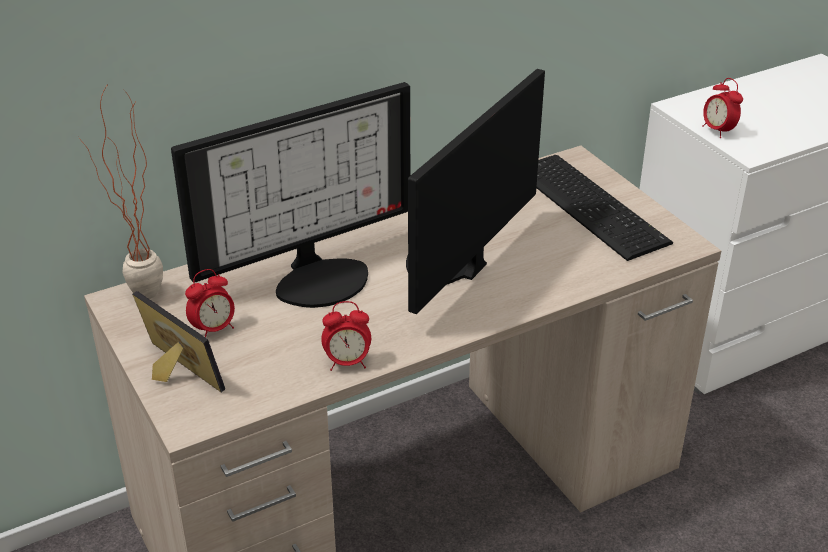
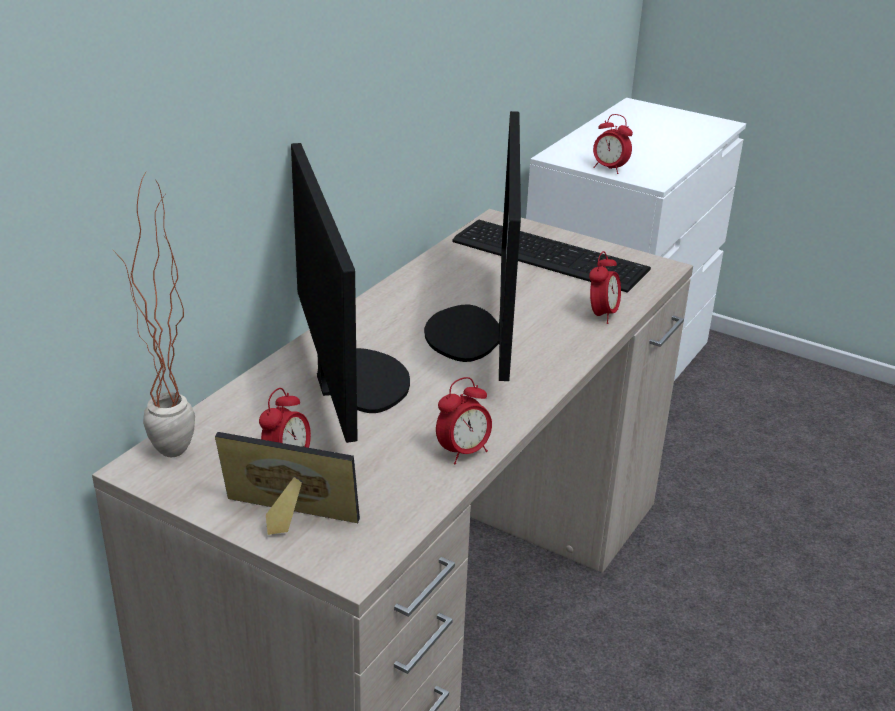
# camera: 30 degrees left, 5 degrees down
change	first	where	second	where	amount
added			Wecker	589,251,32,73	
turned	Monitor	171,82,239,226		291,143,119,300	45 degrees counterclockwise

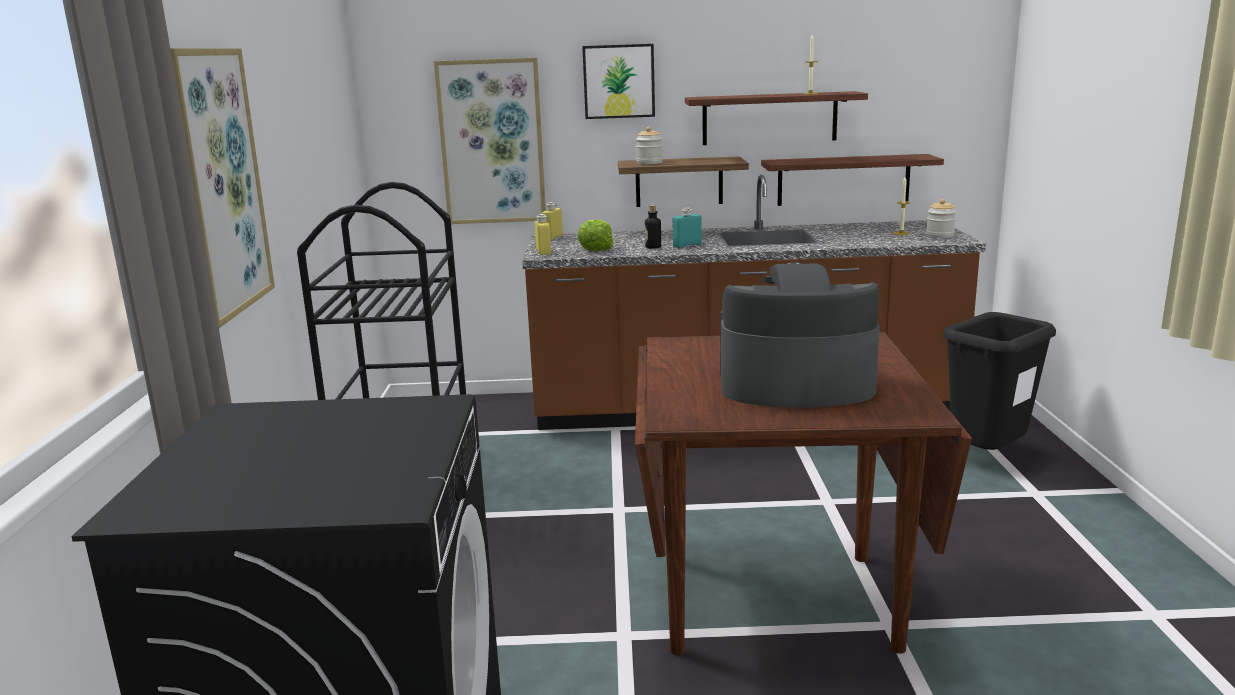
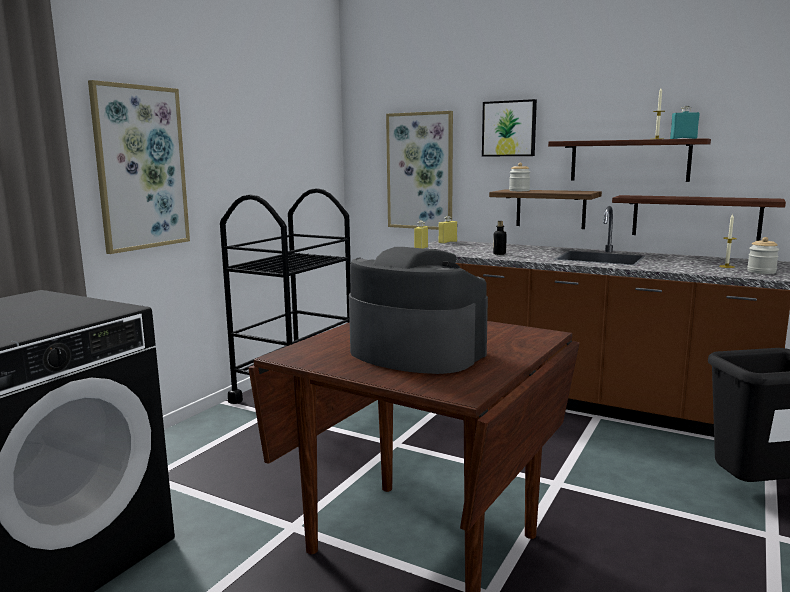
# camera: 30 degrees right, 5 degrees down
change	first	where	second	where	amount
removed	Salatkopf	578,219,36,32			
moved	Flasche (türkis)	673,208,29,40		670,106,29,33	

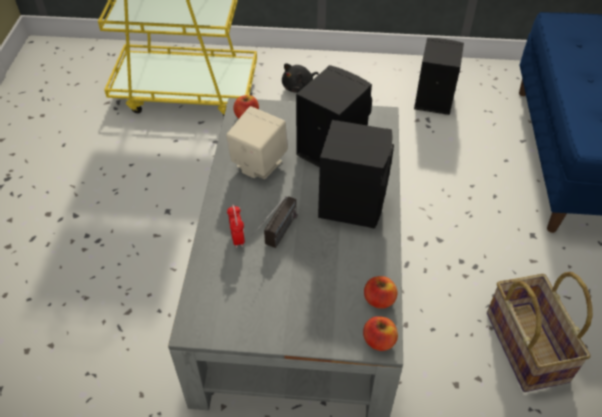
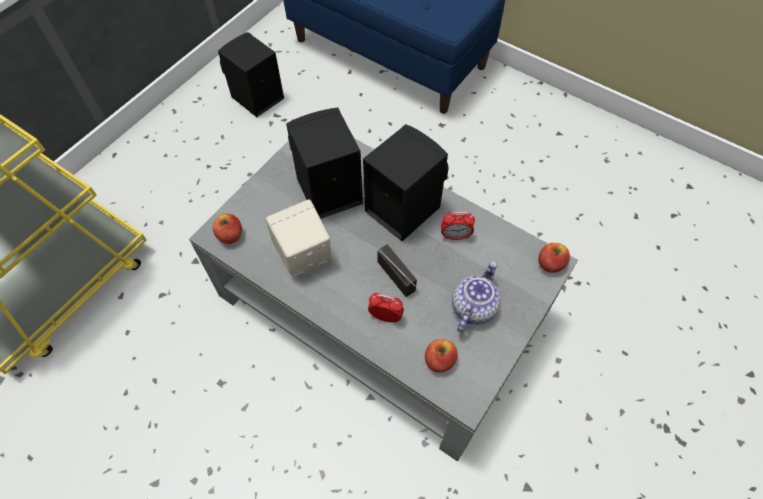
# camera: 60 degrees left, 10 degrees up
change	first	where	second	where	amount
removed	Plüschtier (schwarz)	282,63,37,30			
removed	Korb	487,272,106,120			
added			Wecker	441,212,34,28	
added			Teekanne	452,261,49,72	
moved	Apfel	364,276,34,33		425,339,33,34	

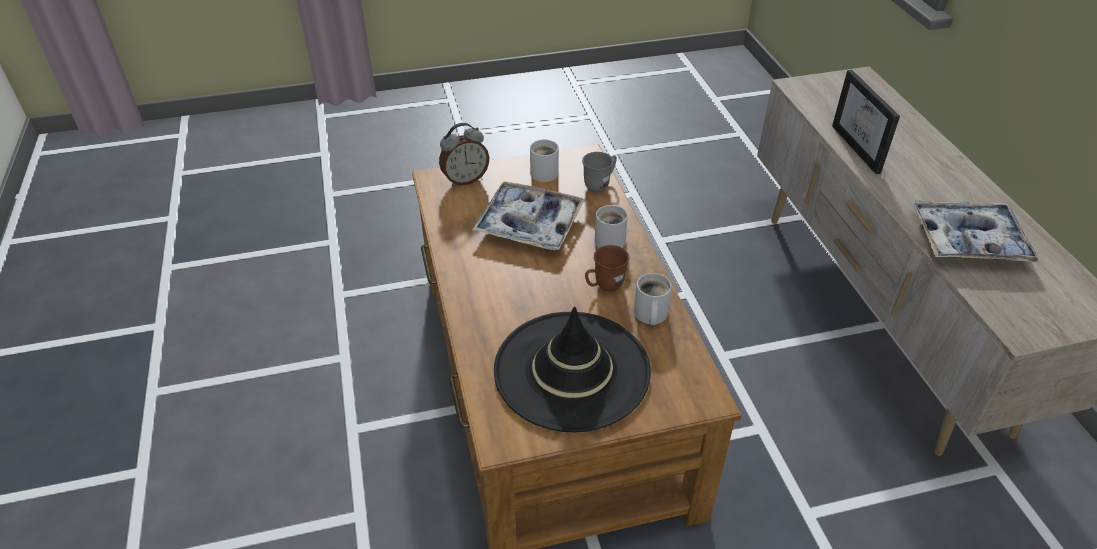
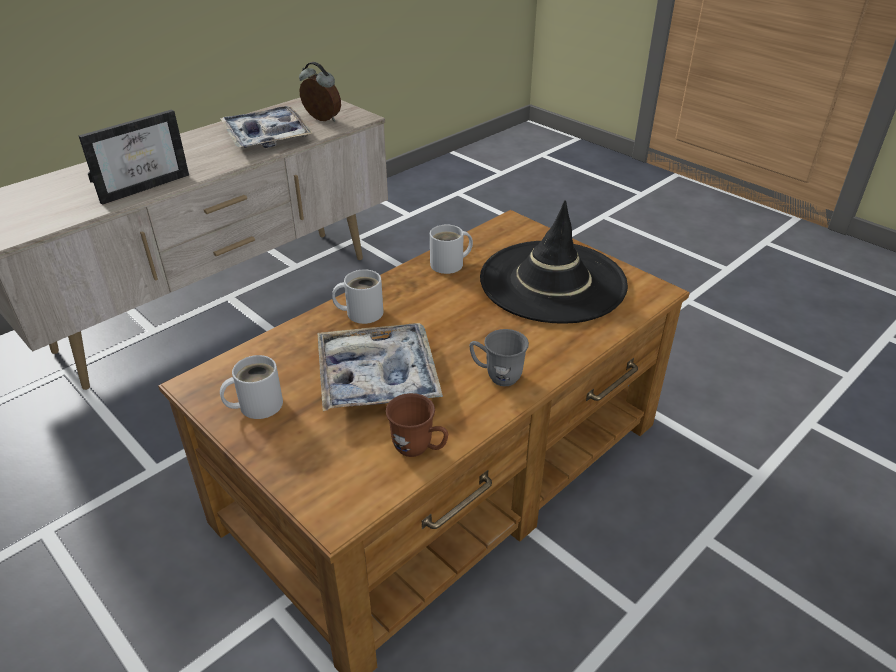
# camera: 120 degrees left, 5 degrees down
change	first	where	second	where	amount
moved	Wecker	439,123,50,63		299,62,42,60	
moved	Henkelbecher (grau)	582,152,35,41		469,329,60,57	
moved	Henkelbecher (braun)	585,245,44,46		386,393,62,64	

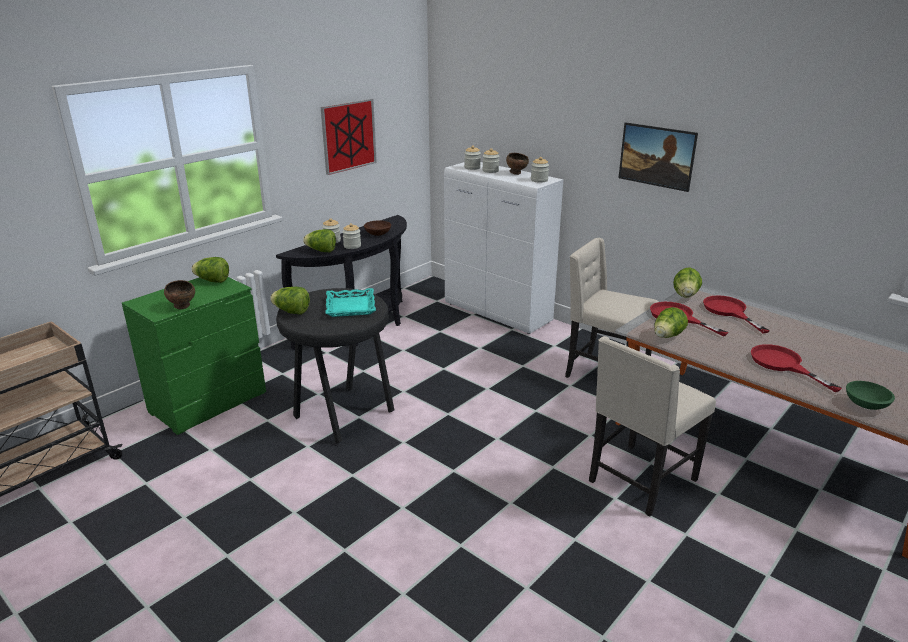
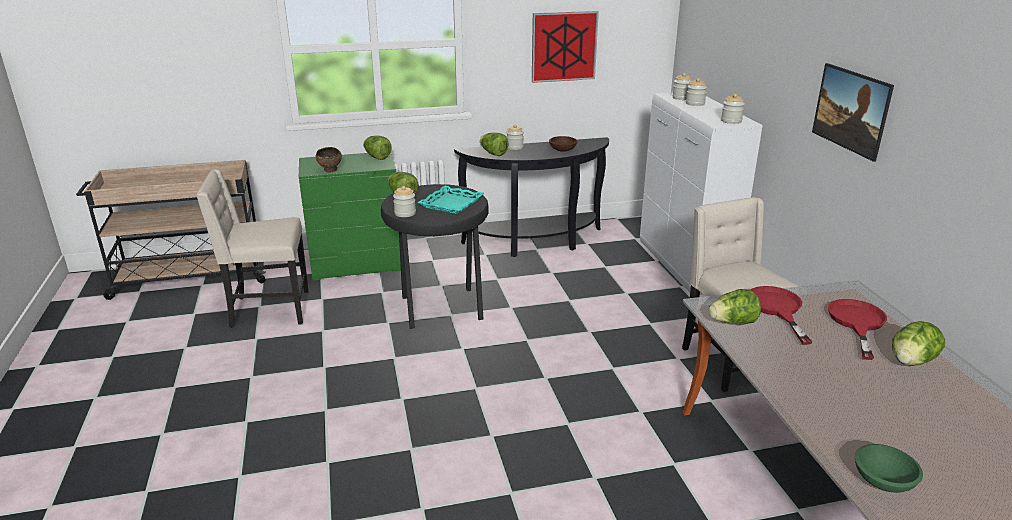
# camera: 35 degrees right, 0 degrees up
change	first	where	second	where	amount
removed	Schüssel (braun)	506,153,23,22			
removed	Pfanne (rot)	751,344,91,48			
moved	Vorratsglas	342,223,19,26		393,186,23,31	
moved	Stuhl (beige)	589,336,127,180		196,169,113,159	
moved	Salatkopf	673,267,29,31		892,321,53,45	

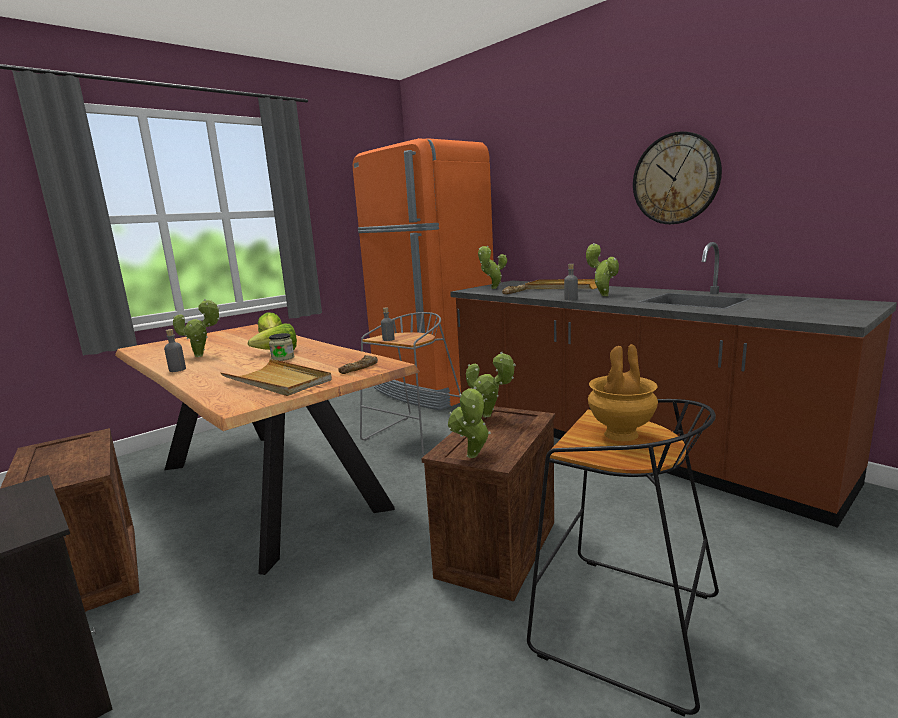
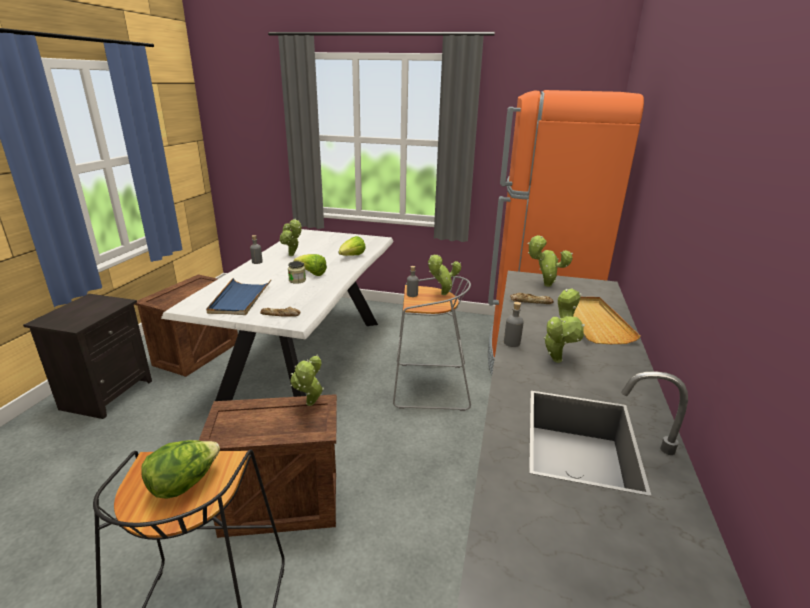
# camera: 55 degrees right, 10 degrees up
change	first	where	second	where	amount
removed	Wanduhr	633,131,89,93			
moved	Topfpflanze	448,387,43,71		428,255,33,40	
replaced	Vase (braun)	588,344,70,97	Salatkopf	141,440,79,59	
recoloured	Esstisch (braun)	115,324,305,251	Esstisch (weiß)	161,229,233,172	
recoloured	Tablett (beige)	220,359,112,37	Tablett (blau)	206,278,66,37	

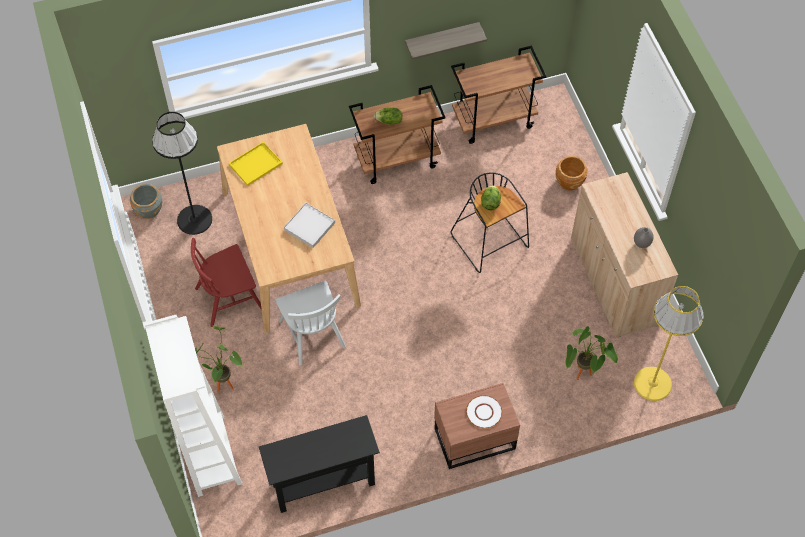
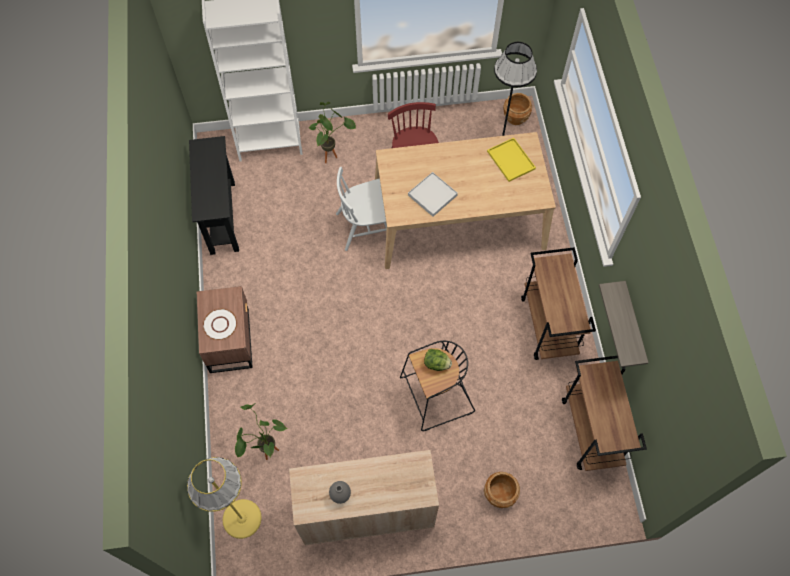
# camera: 100 degrees right, 5 degrees up
change	first	where	second	where	amount
removed	Salatkopf	374,108,29,17			
recoloured	Pflanzkübel (grau)	130,184,32,35	Pflanzkübel (braun)	503,93,29,32	

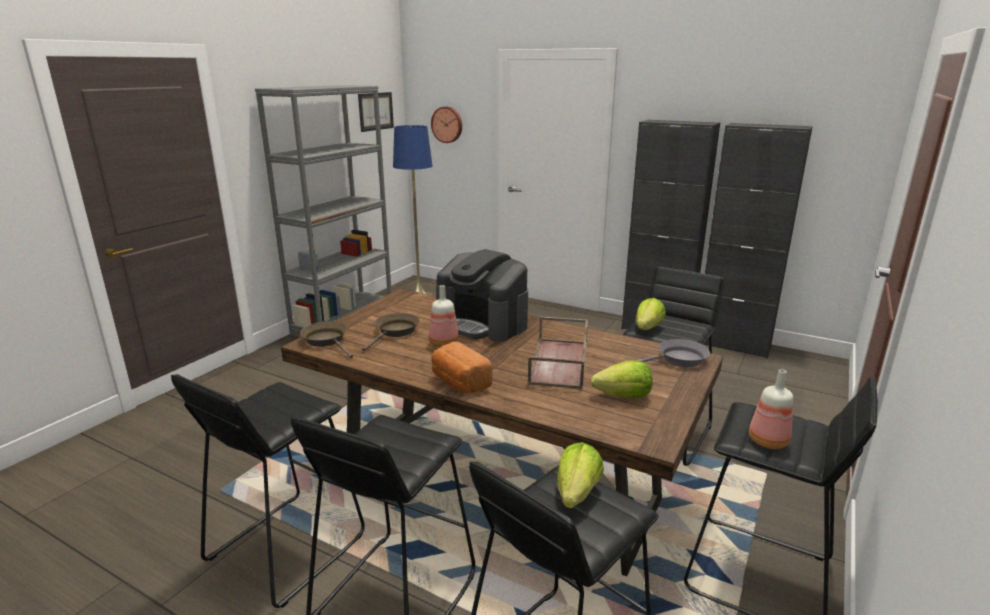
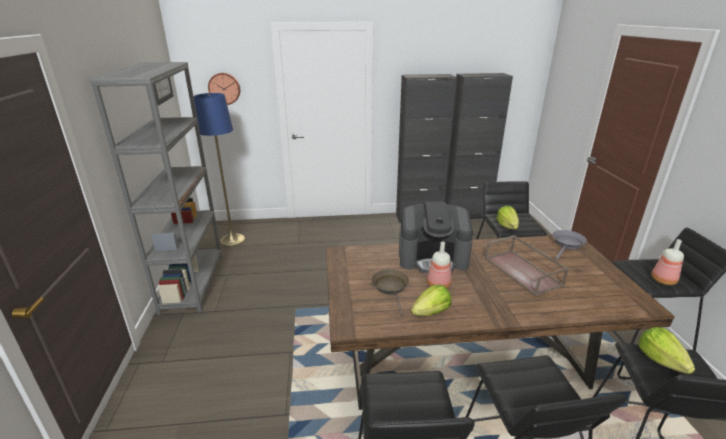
# camera: 35 degrees left, 5 degrees up
change	first	where	second	where	amount
removed	Pfanne (braun)	300,322,53,36			
removed	Brot	431,342,61,51			
moved	Salatkopf	591,361,62,37		411,285,40,31	

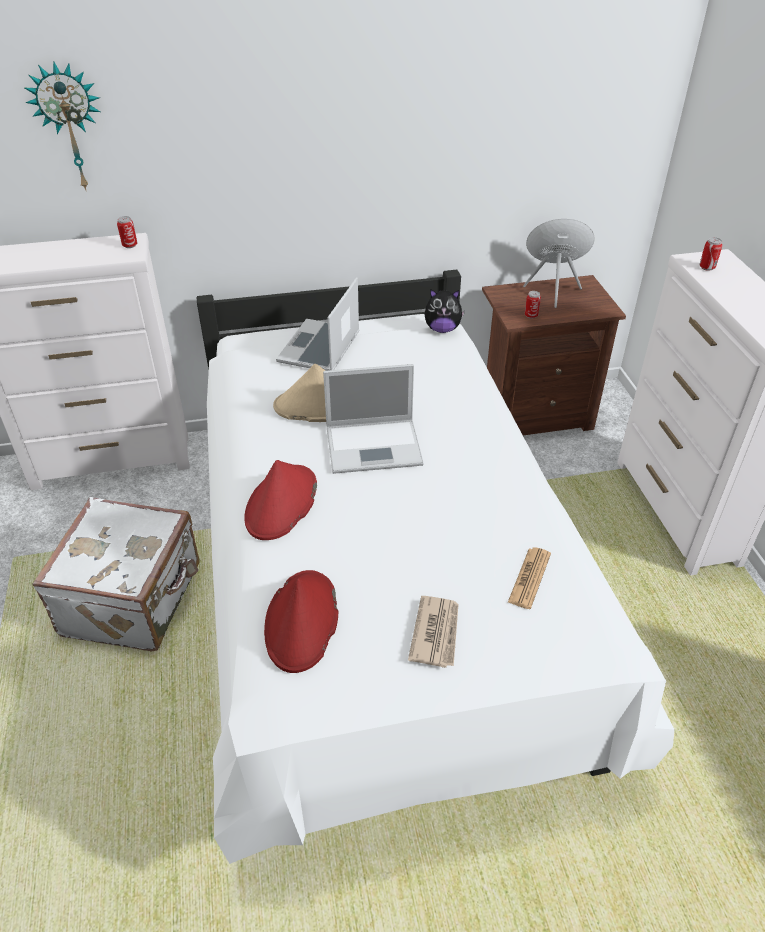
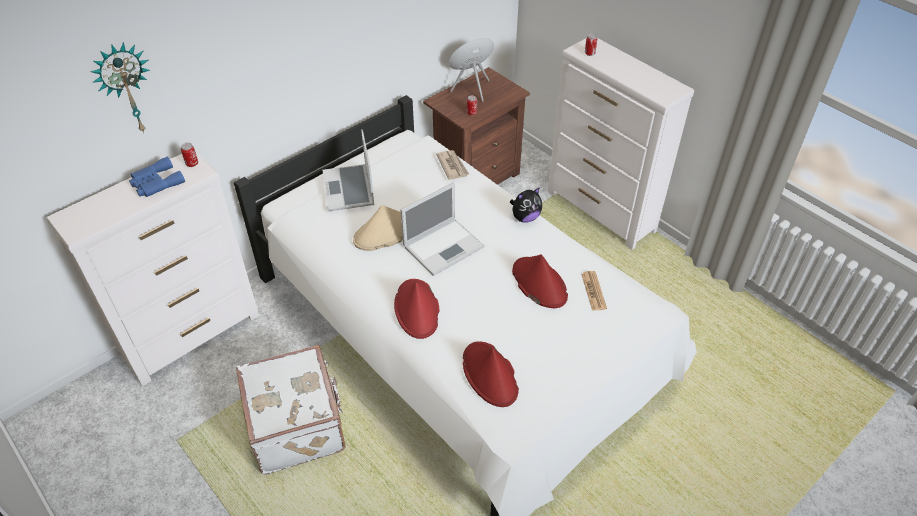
# camera: 30 degrees left, 5 degrees up
change	first	where	second	where	amount
added			Fernglas (blau)	129,157,56,40	
added			Hut (rot)	512,254,56,54	
moved	Zeitung	408,596,51,72		436,150,33,30	
moved	Plüschtier	424,290,41,43		510,187,32,36	

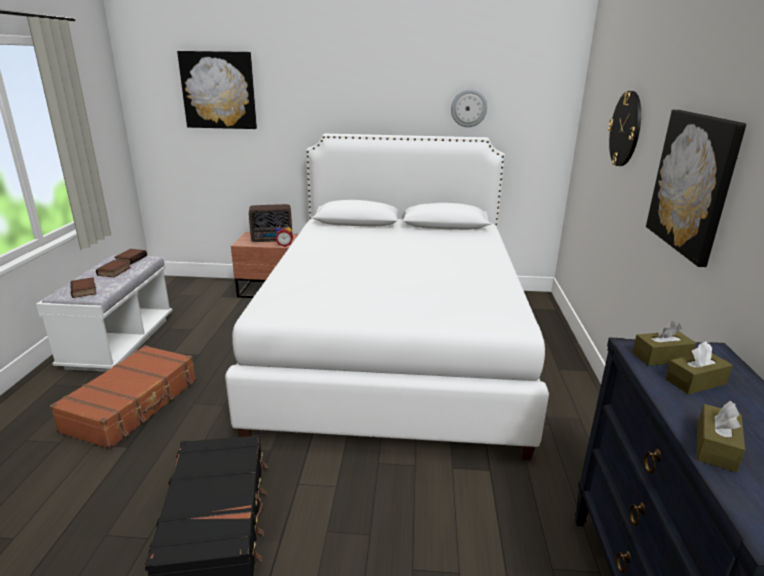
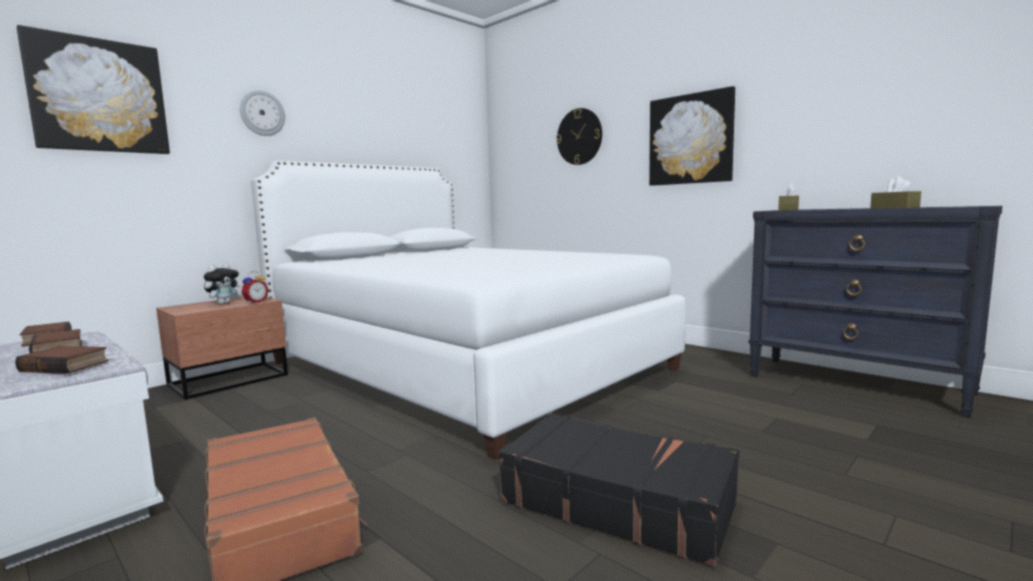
# camera: 50 degrees left, 15 degrees down
change	first	where	second	where	amount
removed	Taschentuchbox (braun)	665,341,68,53			
moved	Wanduhr	451,89,36,38		240,90,45,46	
replaced	Radio	249,204,43,38	Plüschtier	204,264,37,40	

